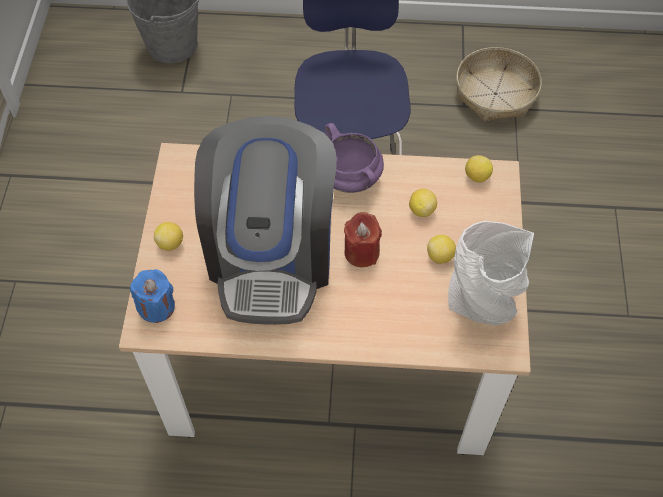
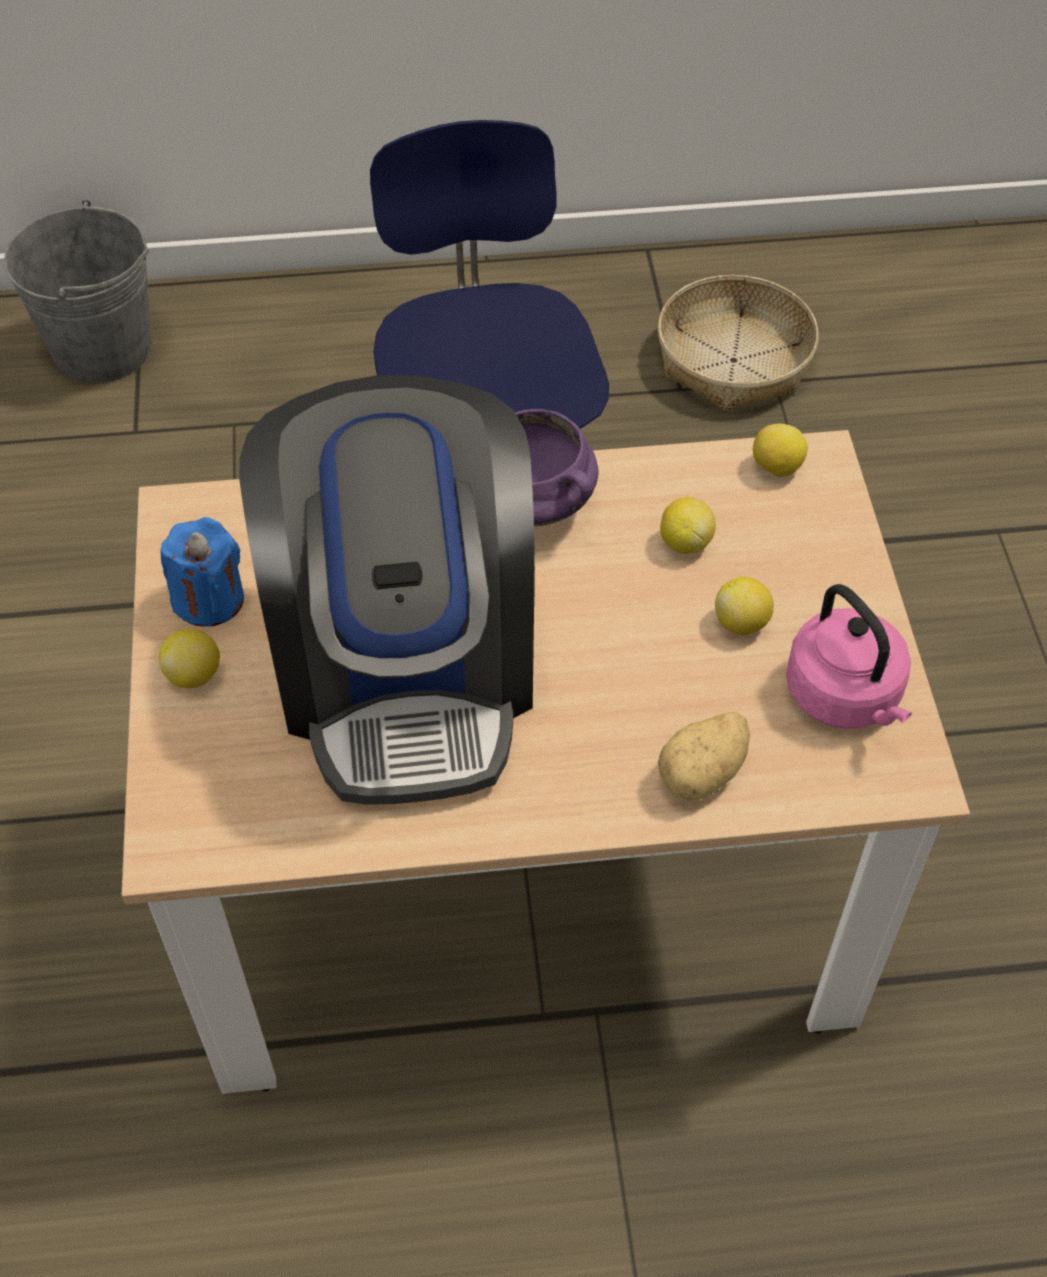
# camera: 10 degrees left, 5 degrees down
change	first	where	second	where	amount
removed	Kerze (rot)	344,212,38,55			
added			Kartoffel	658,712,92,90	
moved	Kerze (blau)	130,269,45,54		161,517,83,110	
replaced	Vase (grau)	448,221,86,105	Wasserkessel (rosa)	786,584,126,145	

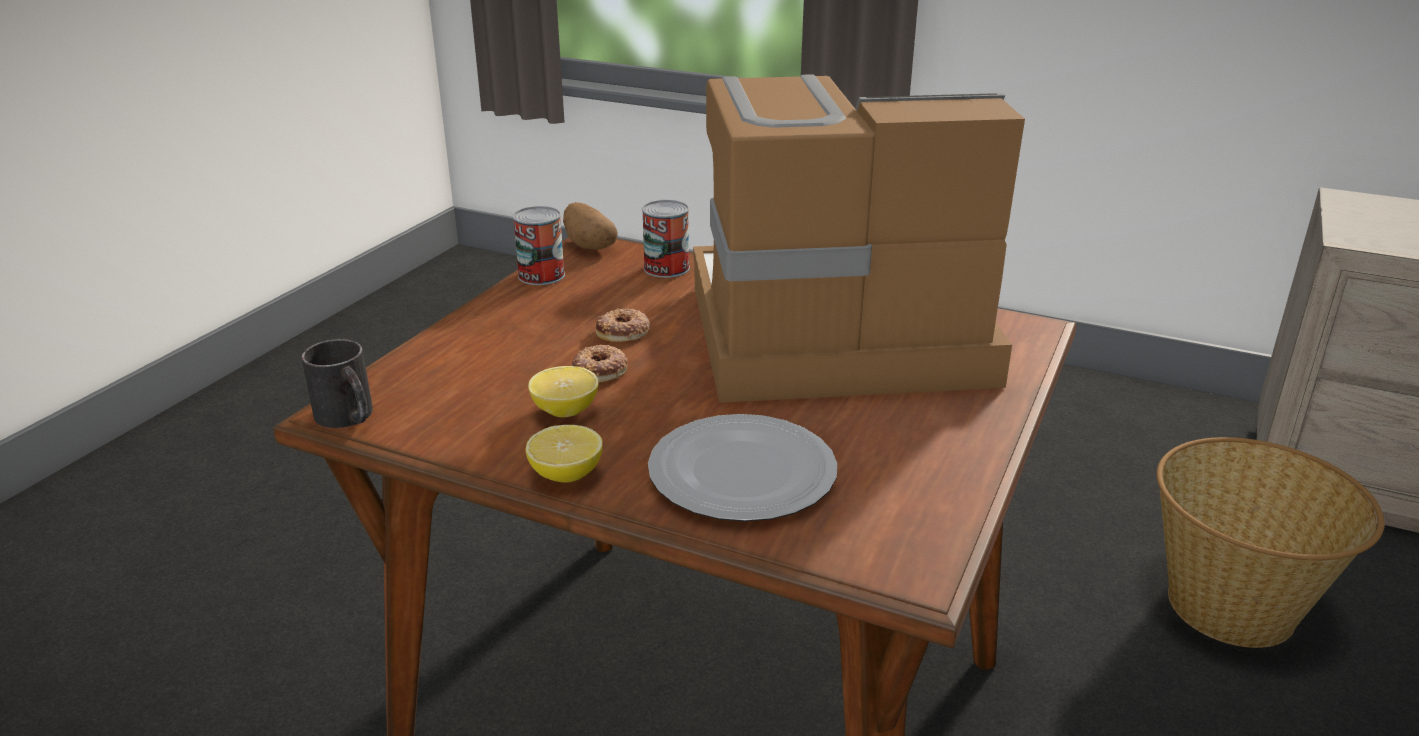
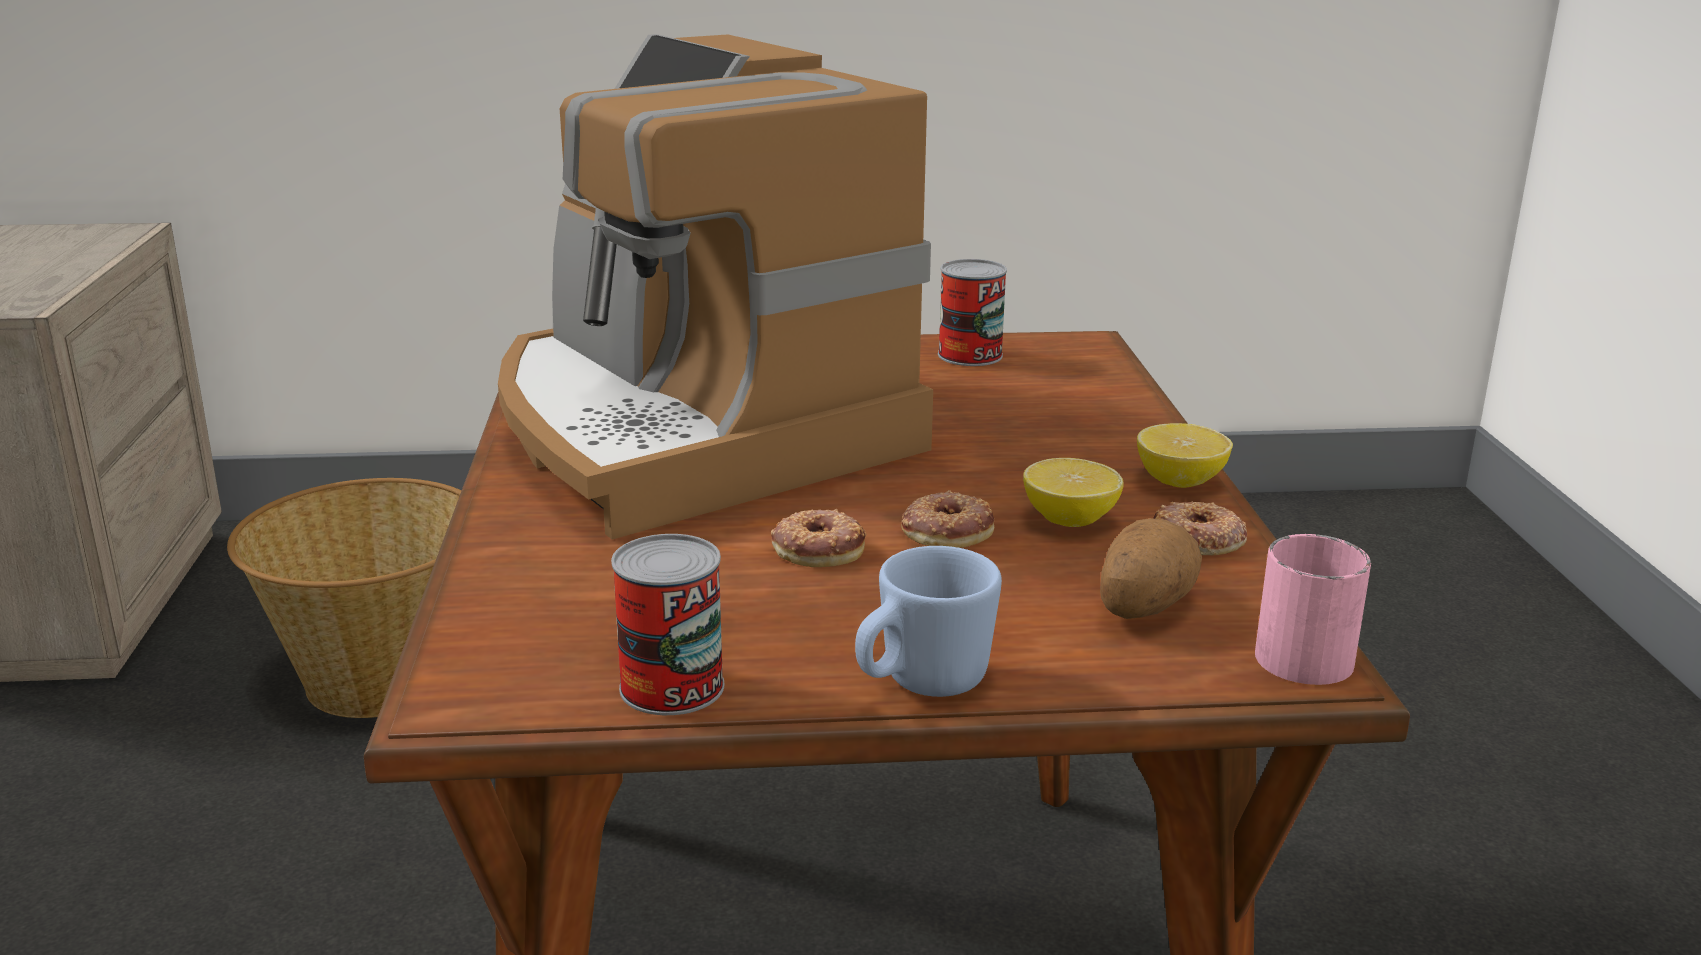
# camera: 120 degrees left, 5 degrees down
change	first	where	second	where	amount
removed	Teller	648,414,189,108			
added			Henkelbecher (blau)	855,546,147,151	
added			Donut	1153,501,94,54	
moved	Kartoffel	563,202,55,48		1100,518,102,101	
moved	Dose	642,200,48,78		938,259,69,107	
recoloured	Henkelbecher (schwarz)	301,339,72,89	Henkelbecher (rosa)	1255,534,116,151	

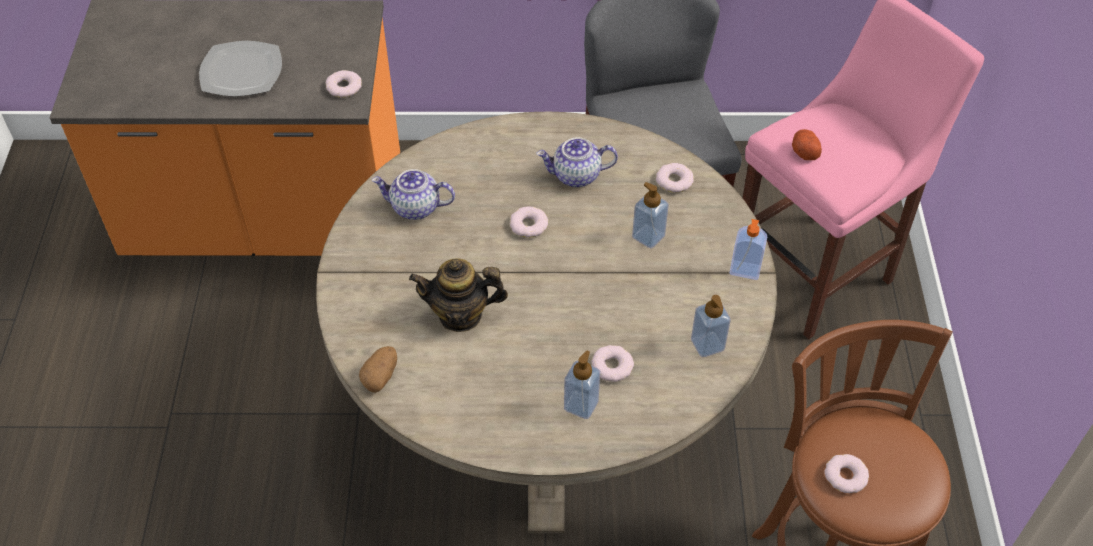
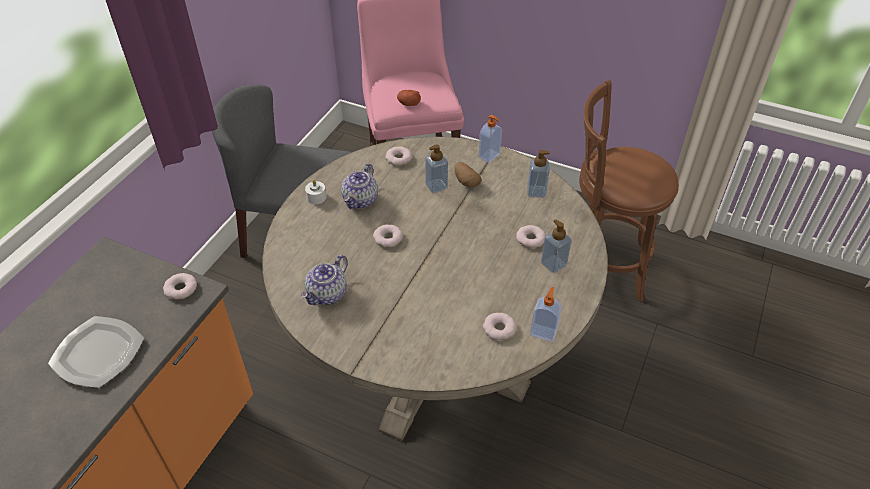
# camera: 65 degrees left, 5 degrees down
change	first	where	second	where	amount
removed	Teekanne	409,258,99,74			
added			Kerze (weiß)	305,180,21,24	
added			Seifenspender	530,287,32,55	
moved	Kartoffel	359,346,38,47		455,162,26,25	
moved	Donut	824,454,45,39		483,313,33,27	

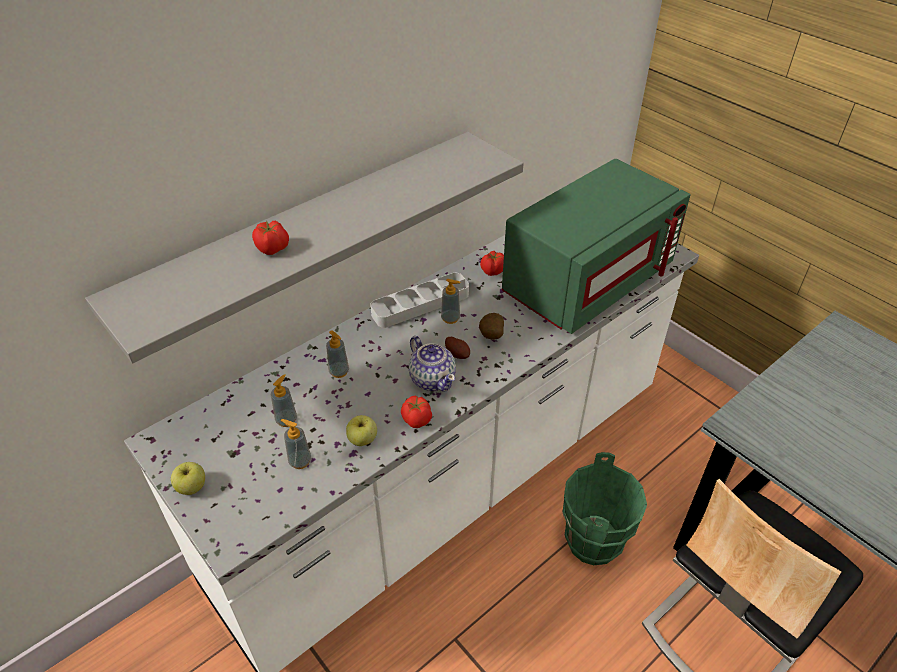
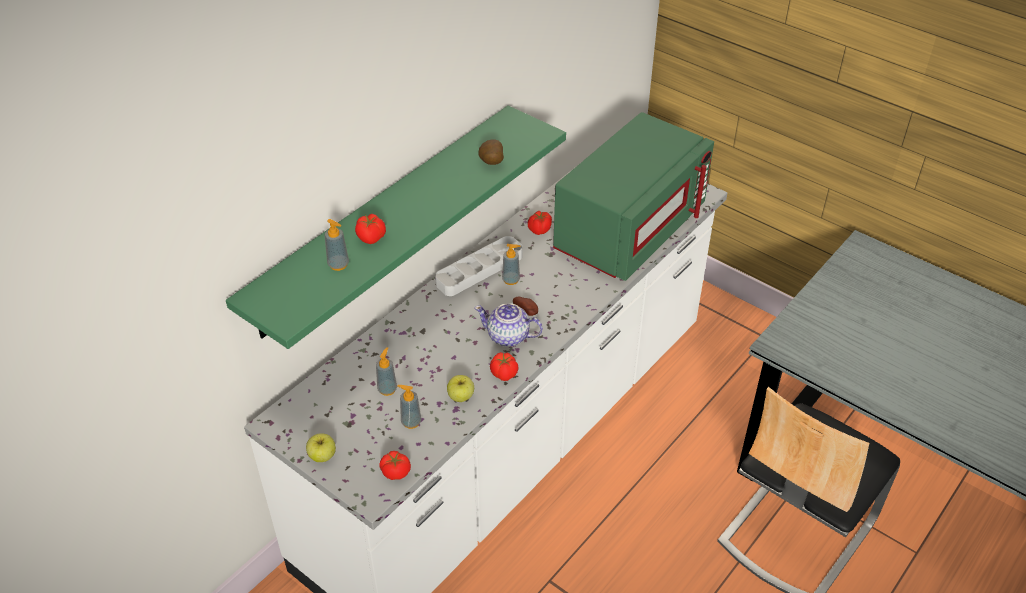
# camera: 10 degrees left, 0 degrees up
change	first	where	second	where	amount
removed	Eimer (grün)	562,452,85,113			
added			Tomate	379,451,32,29	
moved	Seifenspender	326,330,23,48		325,219,24,52	
moved	Kartoffel	479,313,25,27		478,139,26,26	
recoloured	Wandregal (grau)	85,132,439,231	Wandregal (grün)	226,105,340,244	
turned	Teekanne	409,336,47,56		474,303,69,44	150 degrees clockwise

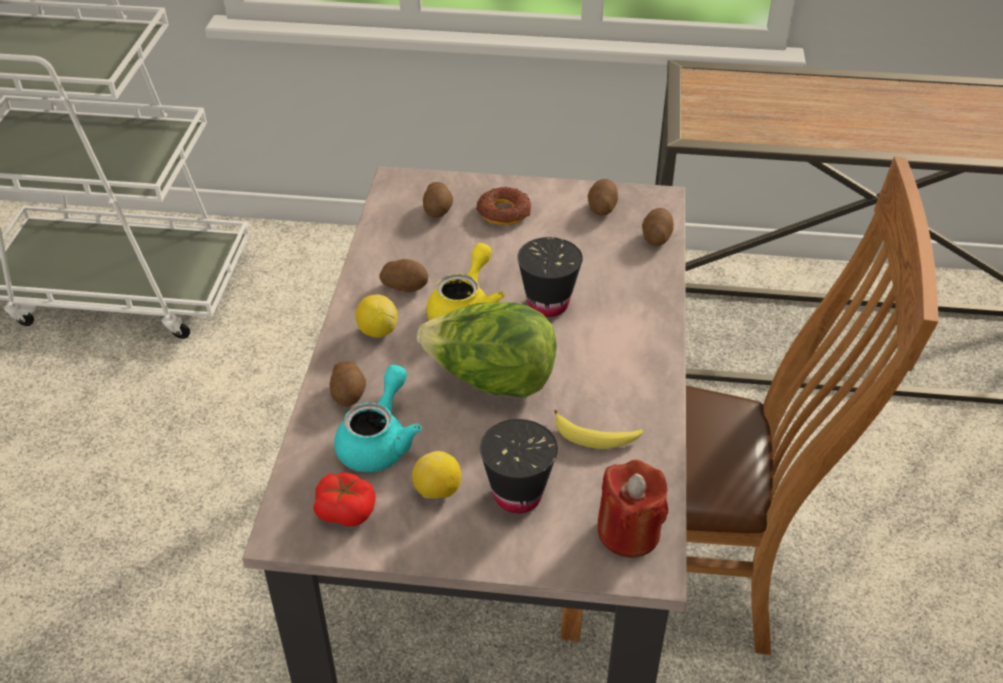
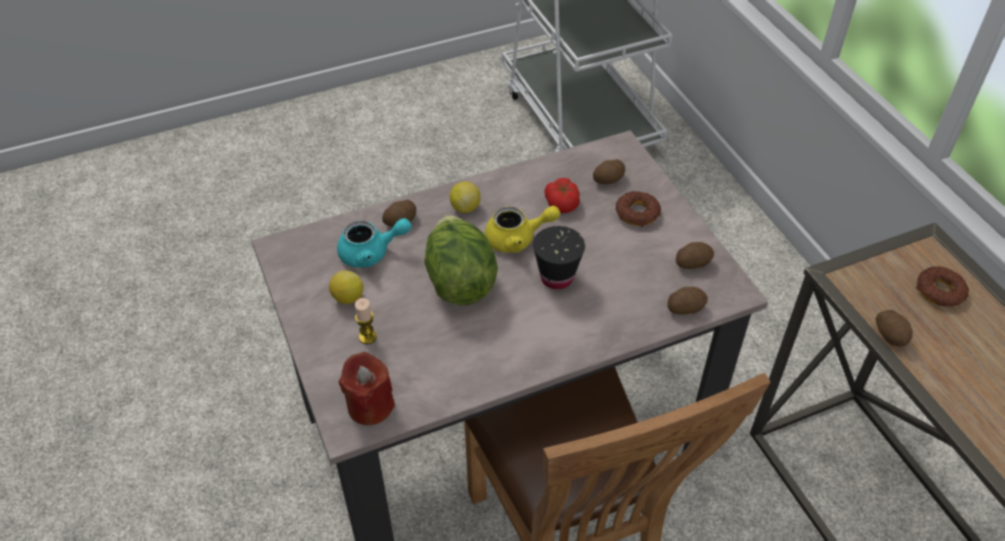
# camera: 60 degrees right, 5 degrees up
change	first	where	second	where	amount
removed	Banane	554,410,89,39			
added			Donut	916,266,53,41	
moved	Tomate	313,472,63,55		544,178,36,35	
moved	Kartoffel	379,259,49,33		876,310,37,37	
replaced	Tasse (schwarz)	480,419,78,94	Kerze	355,298,22,46	

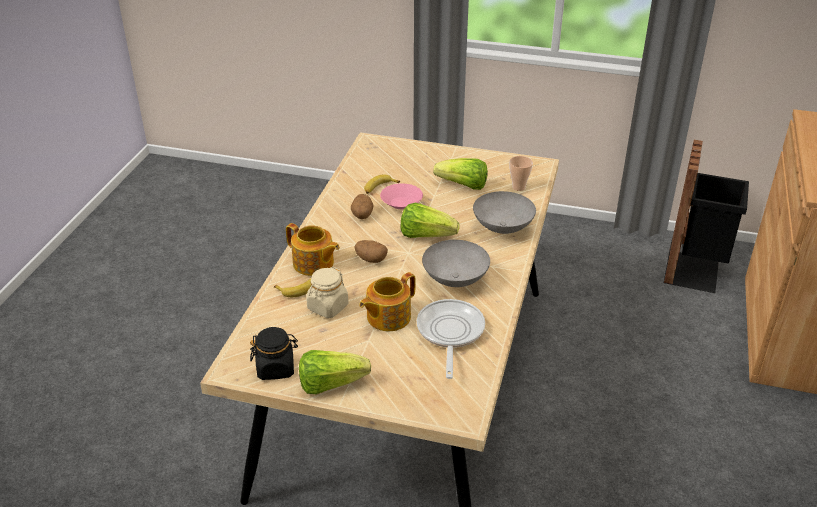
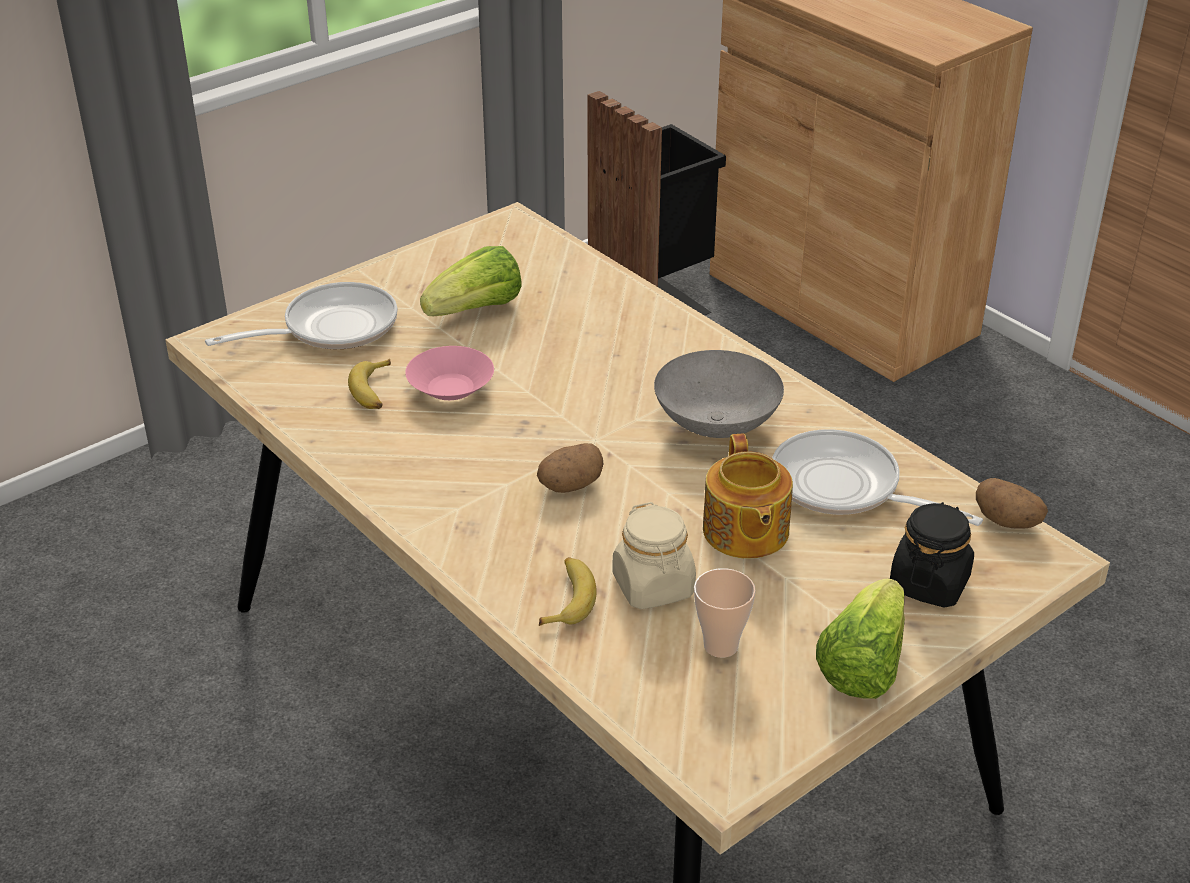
# camera: 55 degrees left, 0 degrees up
change	first	where	second	where	amount
removed	Teekanne	286,223,54,53			
removed	Salatkopf	401,203,58,35			
removed	Schüssel (grau)	473,191,63,43			
added			Pfanne	205,282,192,67	
moved	Vorratsglas (schwarz)	250,327,48,53		890,502,84,106	
moved	Kartoffel	351,194,23,25		976,478,72,51	
moved	Tasse	509,156,24,35		694,568,62,90	

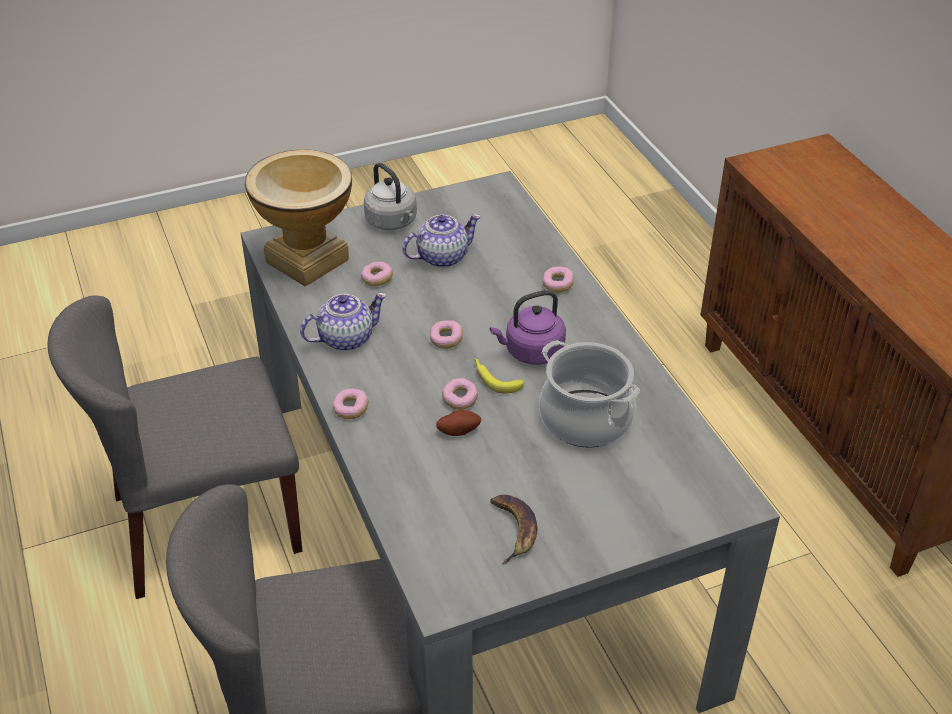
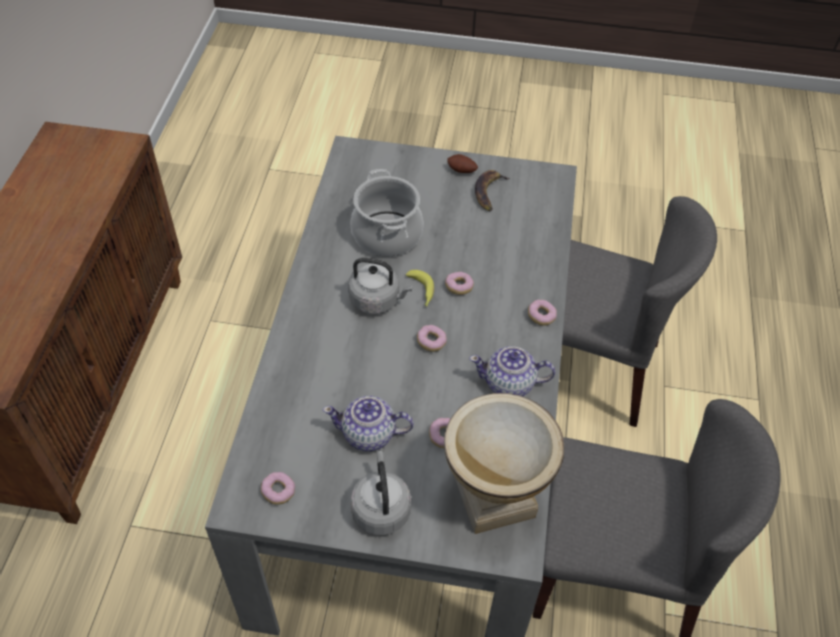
# camera: 150 degrees left, 10 degrees up
change	first	where	second	where	amount
moved	Kartoffel	436,410,45,26		447,154,31,19	
moved	Donut	542,266,32,27		261,472,34,33	
recoloured	Wasserkessel (lila)	490,290,76,75	Wasserkessel (grau)	348,258,64,56	

